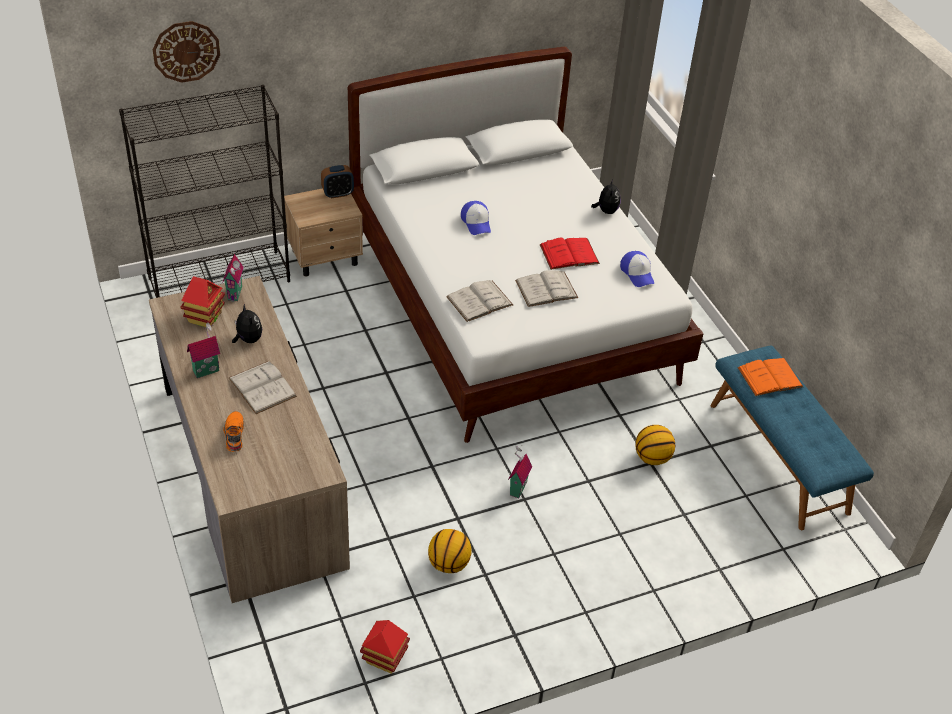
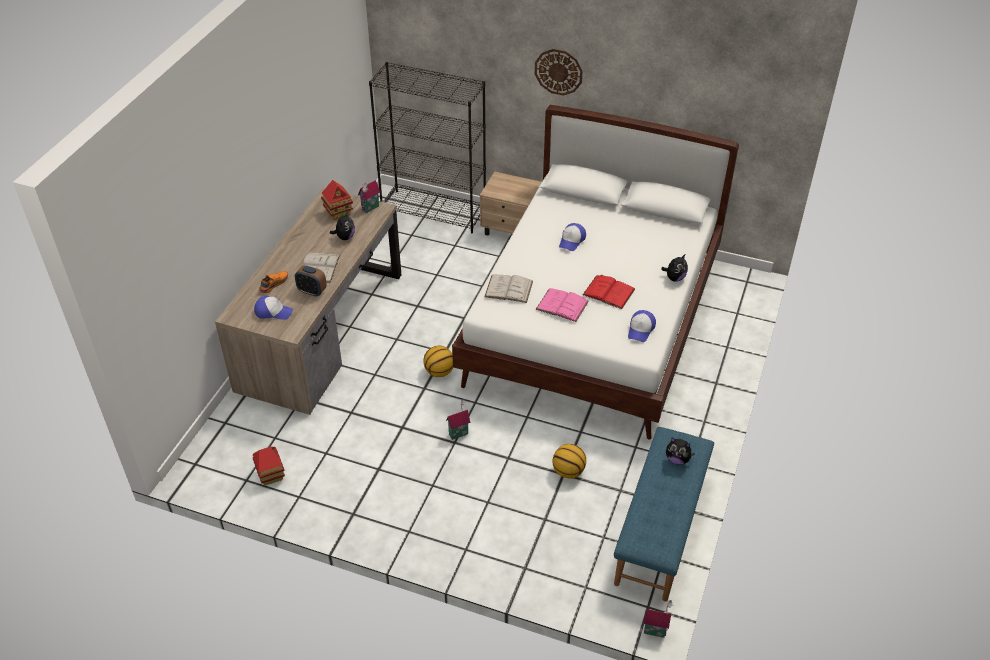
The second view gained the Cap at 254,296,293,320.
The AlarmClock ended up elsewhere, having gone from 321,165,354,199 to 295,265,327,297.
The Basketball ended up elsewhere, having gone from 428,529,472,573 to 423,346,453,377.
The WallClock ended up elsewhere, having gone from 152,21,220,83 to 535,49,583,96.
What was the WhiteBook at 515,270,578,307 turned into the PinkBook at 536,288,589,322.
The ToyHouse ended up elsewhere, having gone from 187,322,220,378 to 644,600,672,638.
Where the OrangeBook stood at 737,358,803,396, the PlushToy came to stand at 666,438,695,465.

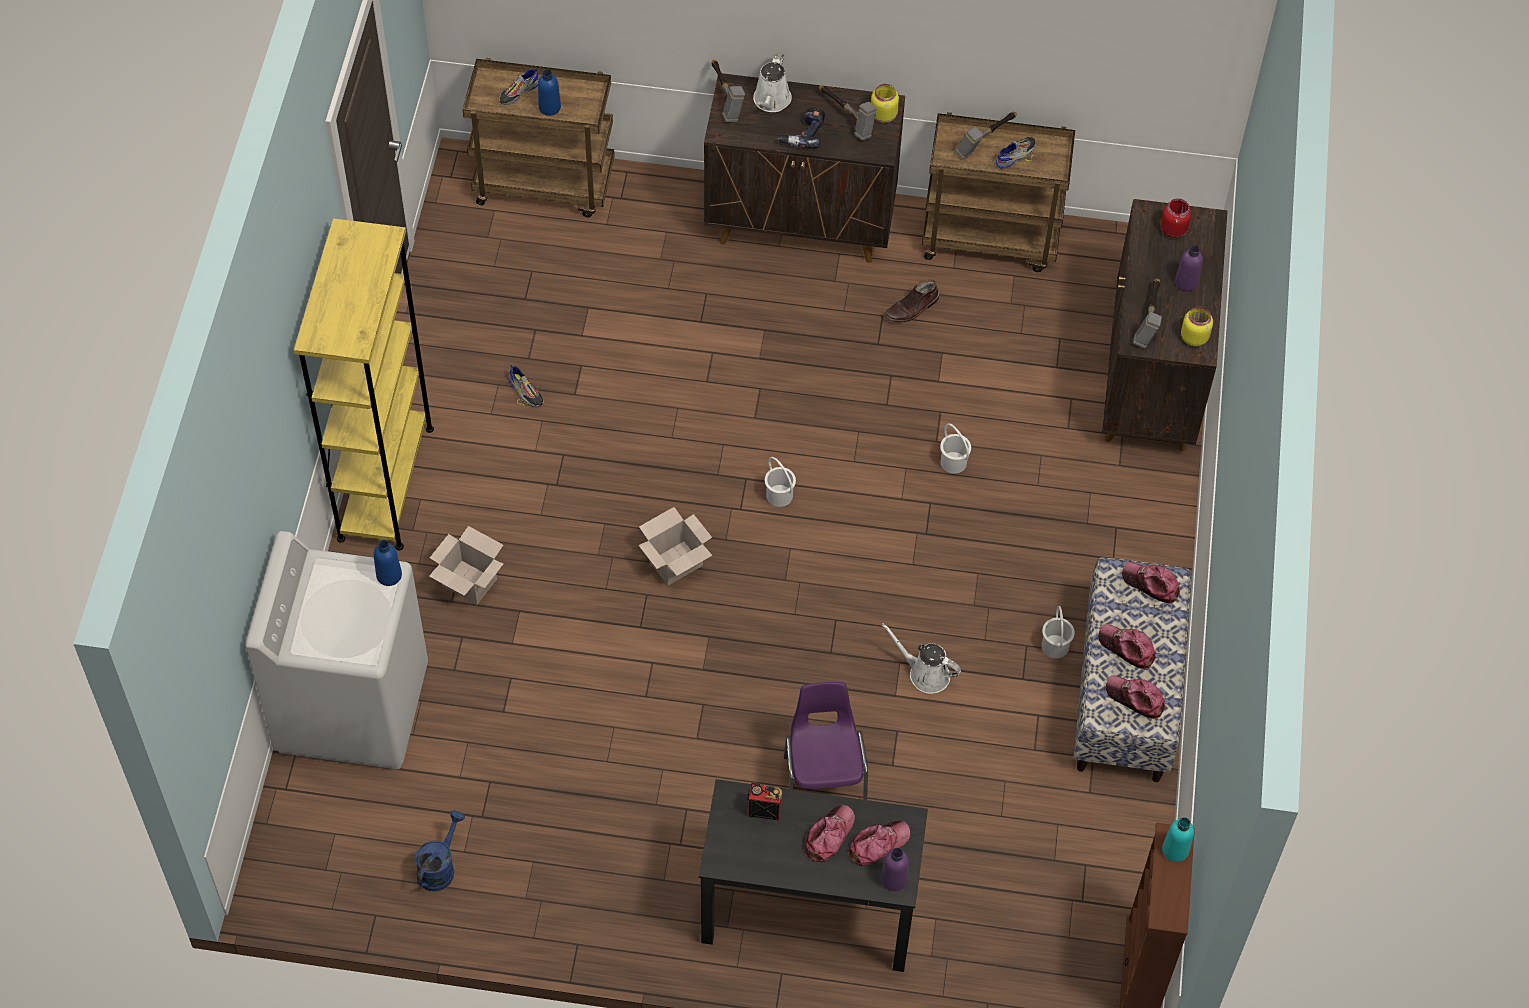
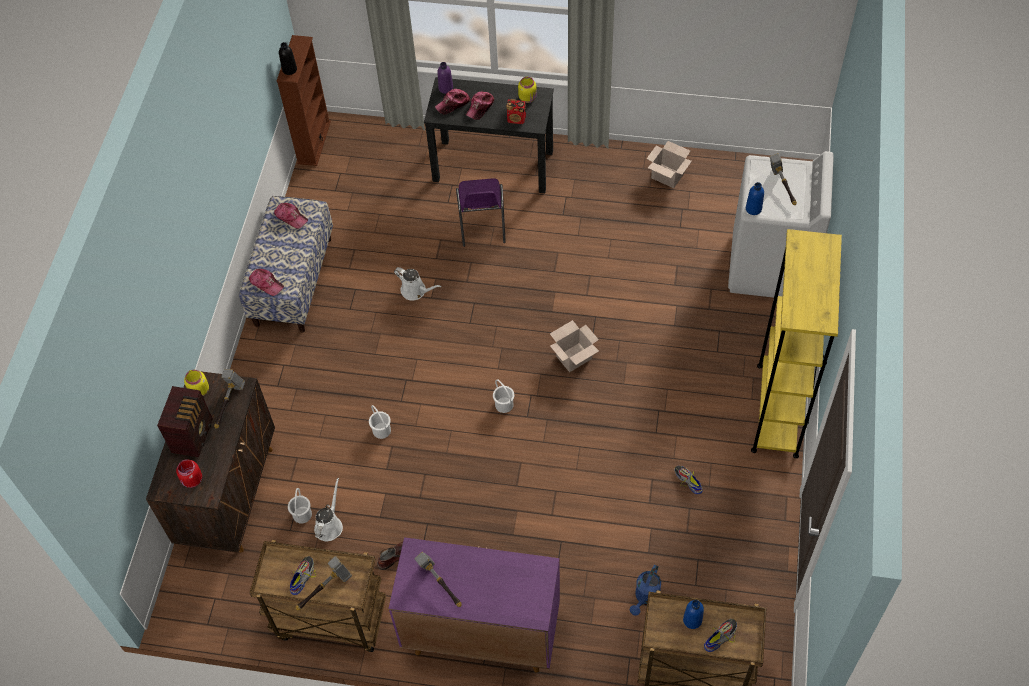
Where the PurpleBottle stood at 1175,245,1203,291, the Radio came to stand at 157,386,213,457.
What was the TurquoiseBottle at 1162,817,1194,862 turned into the BlackBottle at 279,42,297,75.
The WhiteBucket ended up elsewhere, having gone from 1042,606,1075,658 to 288,488,312,524.
The Shoe at 996,137,1036,169 ended up facing another way, 150 degrees clockwise from before.
The WhiteWateringCan ended up elsewhere, having gone from 753,53,792,112 to 314,477,343,541.
What was the BrownCabinet at 704,73,905,263 turned into the PurpleCabinet at 388,537,560,673.
The YellowJar ended up elsewhere, having gone from 871,84,899,123 to 518,77,537,103.
The BlueWateringCan ended up elsewhere, having gone from 415,811,465,891 to 630,565,661,616.
The CardboardBox ended up elsewhere, having gone from 429,526,503,605 to 647,141,692,188.
The Hammer ended up elsewhere, having gone from 711,60,745,122 to 770,153,797,205.
The second view lost the PowerDrill at 778,108,825,149.
The second view lost the Cap at 1098,624,1155,670.

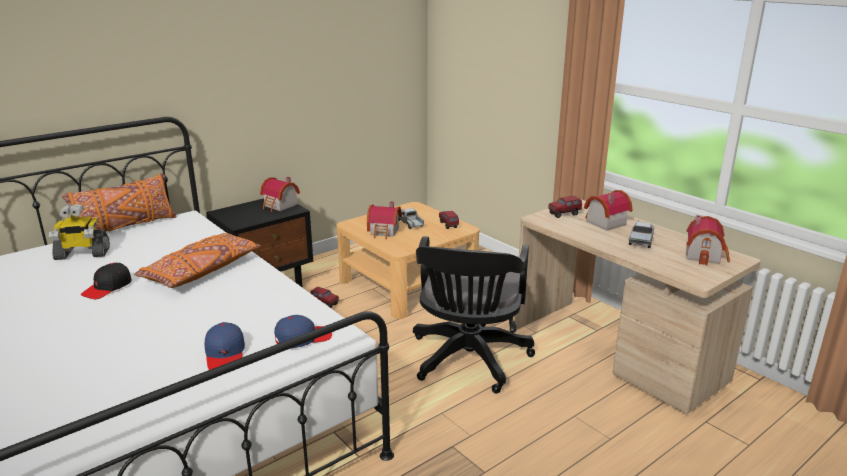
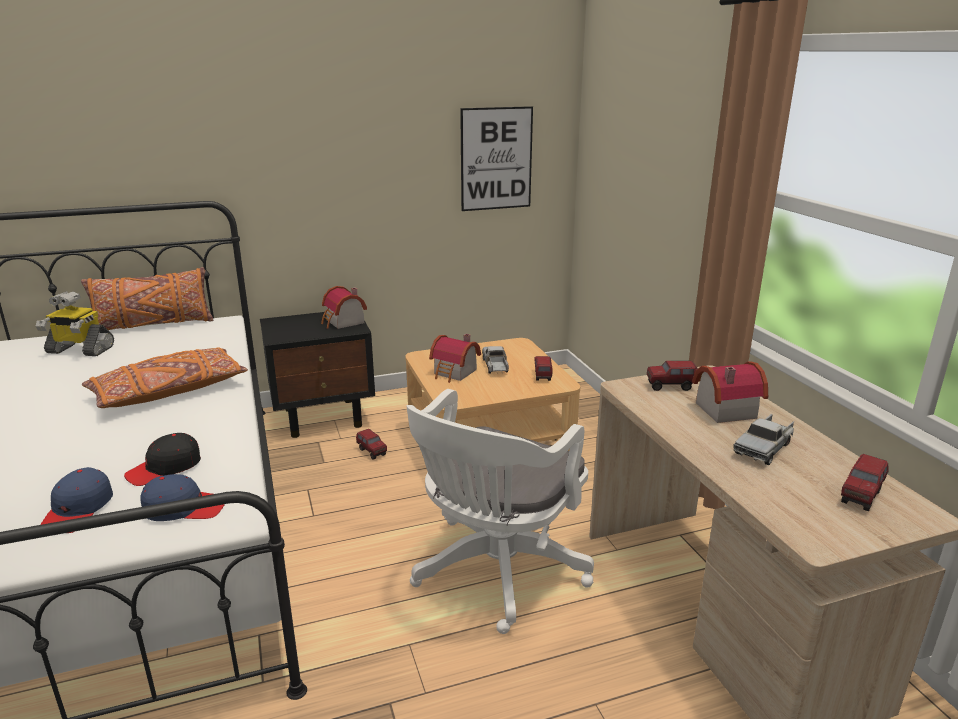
The BlackCap ended up elsewhere, having gone from 81,263,132,299 to 124,433,201,486.
What was the BlackOfficeChair at 413,236,535,394 turned into the WhiteOfficeChair at 406,389,594,634.
The second view gained the Picture at 460,106,533,211.
Where the ToyHouse stood at 686,215,730,265, the ToyTruck came to stand at 841,454,889,511.

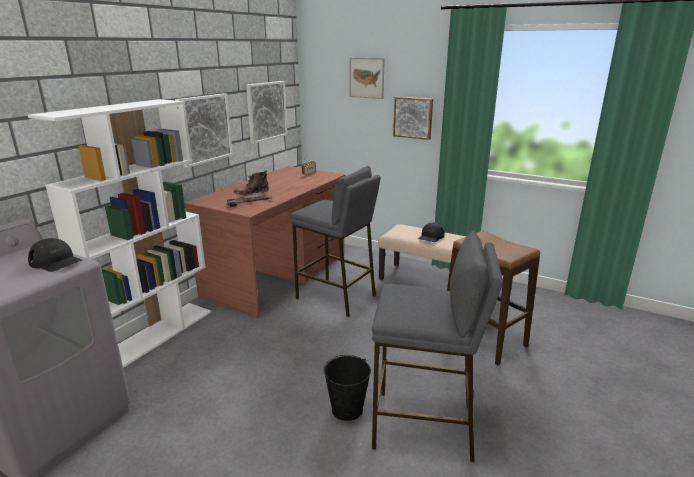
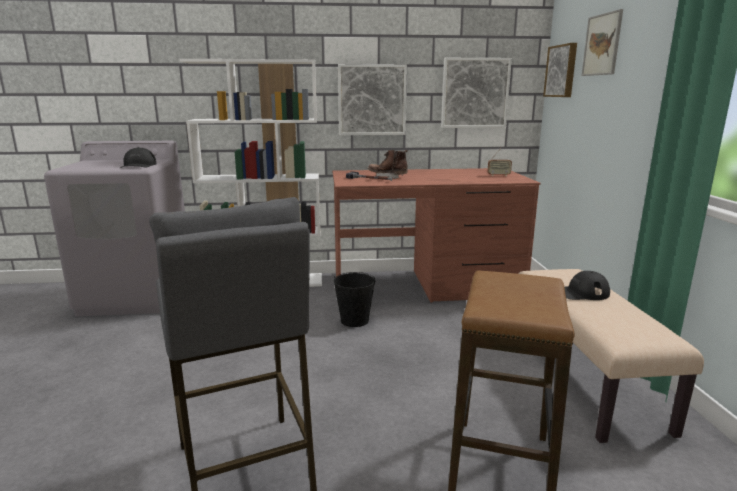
The BlackBucket ended up elsewhere, having gone from 324,355,371,421 to 334,272,376,327.
The Picture ended up elsewhere, having gone from 393,97,433,140 to 543,43,577,97.
The second view lost the GreyStool at 290,166,381,317.

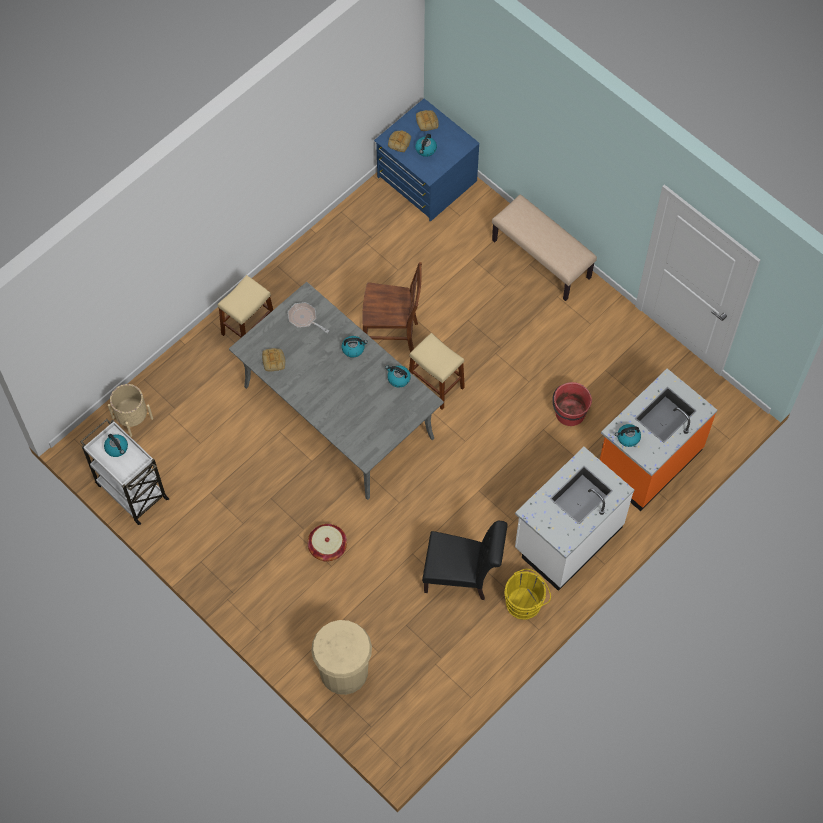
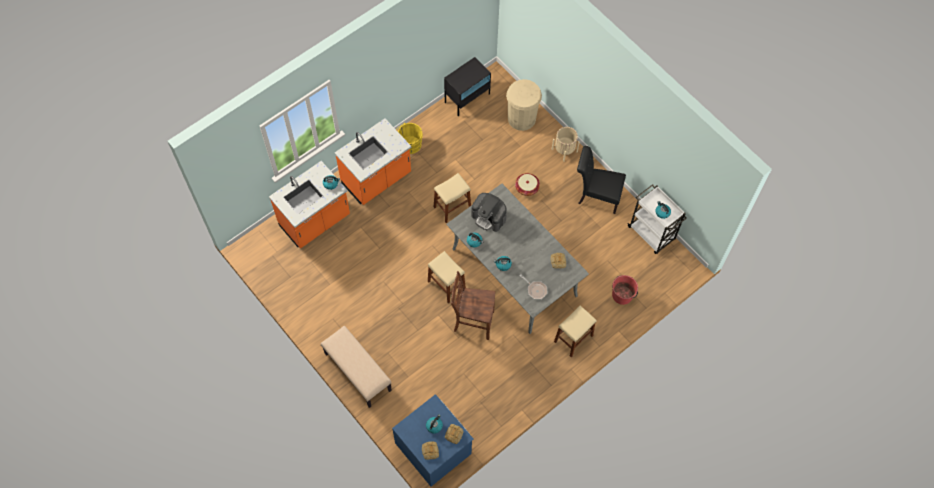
What was the WhiteCounter at 515,447,634,591 turned into the OrangeCounter at 335,118,411,205.
The second view gained the BeigeStool at 434,173,471,223.
The second view gained the BlackNightstand at 444,57,491,116.
The second view gained the CoffeeMachine at 471,193,507,232.
The BeigePlanter ended up elsewhere, having gone from 108,384,153,437 to 552,127,580,162.
The BlackChair ended up elsewhere, having gone from 422,521,507,600 to 577,146,626,214.
The RedBucket ended up elsewhere, having gone from 552,382,592,426 to 612,275,638,305.

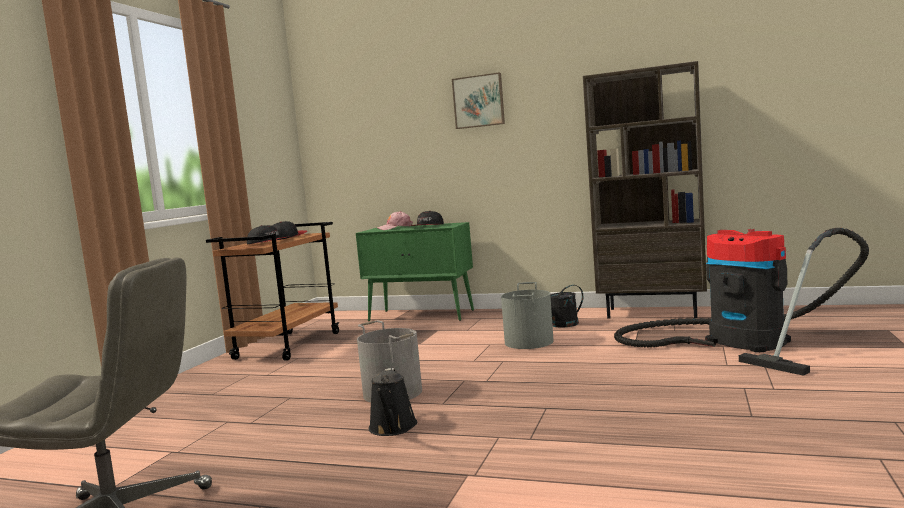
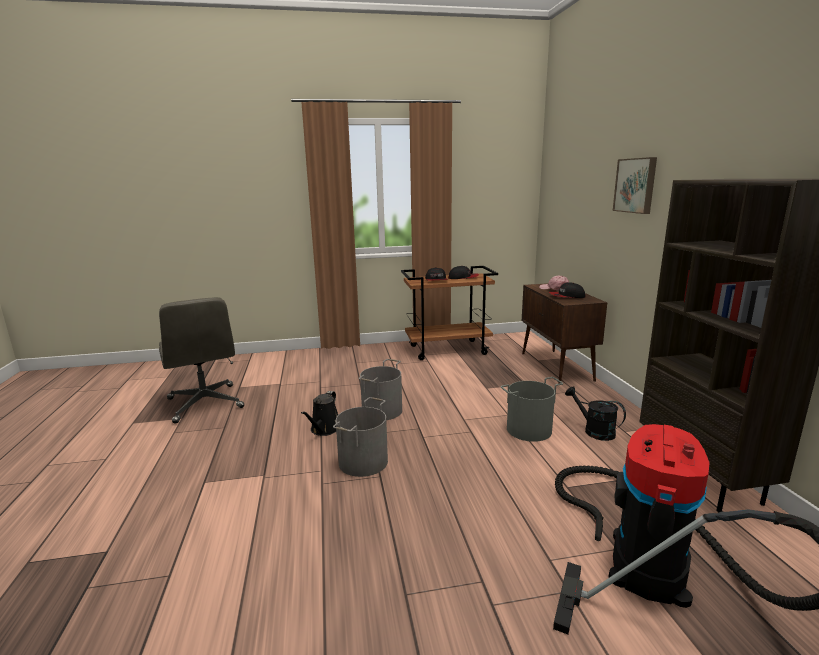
The BlackWateringCan at 369,368,417,436 ended up facing another way, 45 degrees counterclockwise from before.
The second view gained the GreyBucket at 333,397,388,477.
What was the GreenCabinet at 356,222,474,321 turned into the BrownCabinet at 522,283,607,384.

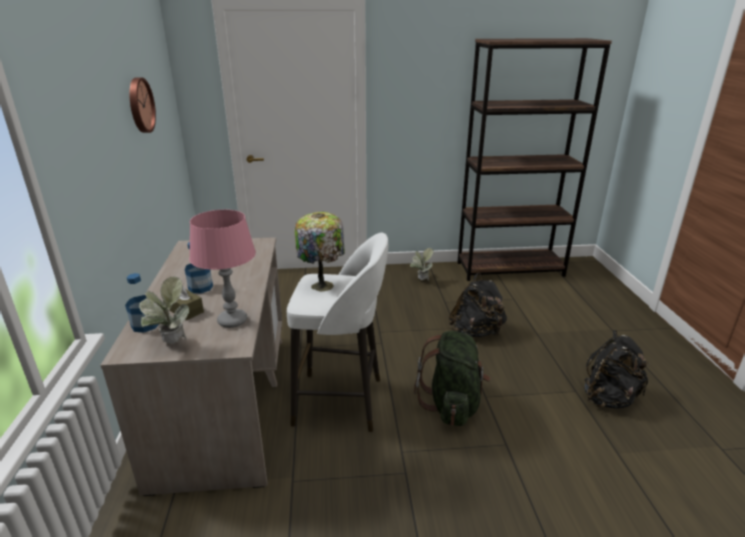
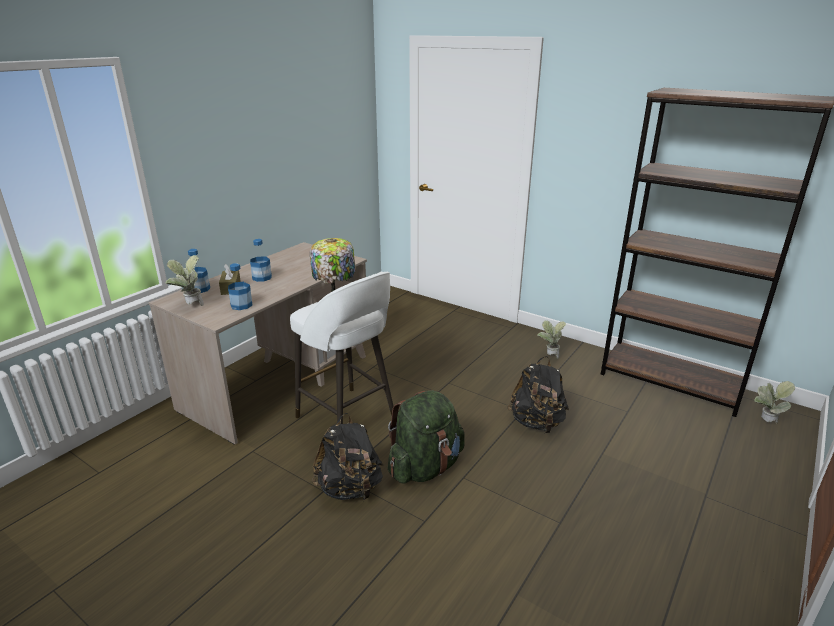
Where the PinkTableLamp stood at 189,210,256,328, the Bottle came to stand at 228,263,252,310.
The BlackBackpack ended up elsewhere, having gone from 584,330,650,409 to 312,413,383,501.
The second view gained the PottedPlant at 754,381,795,423.
The second view lost the WallClock at 129,77,156,133.

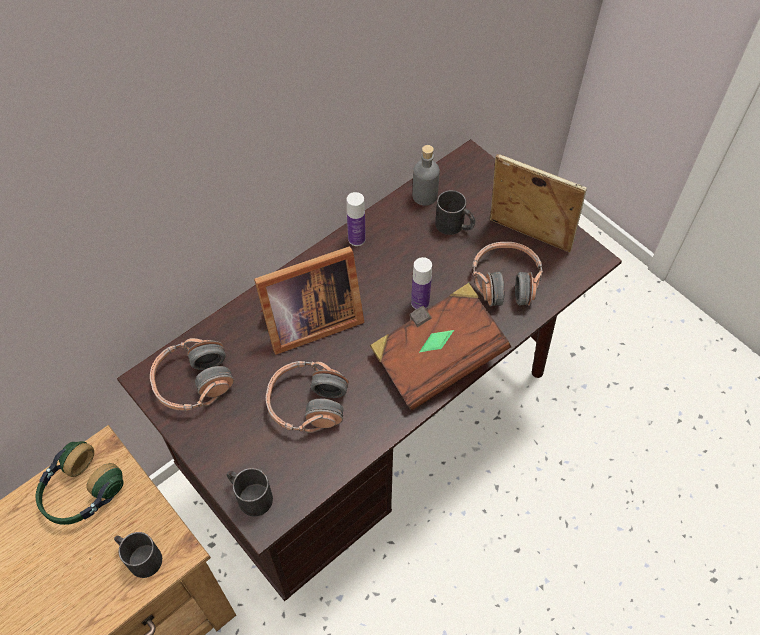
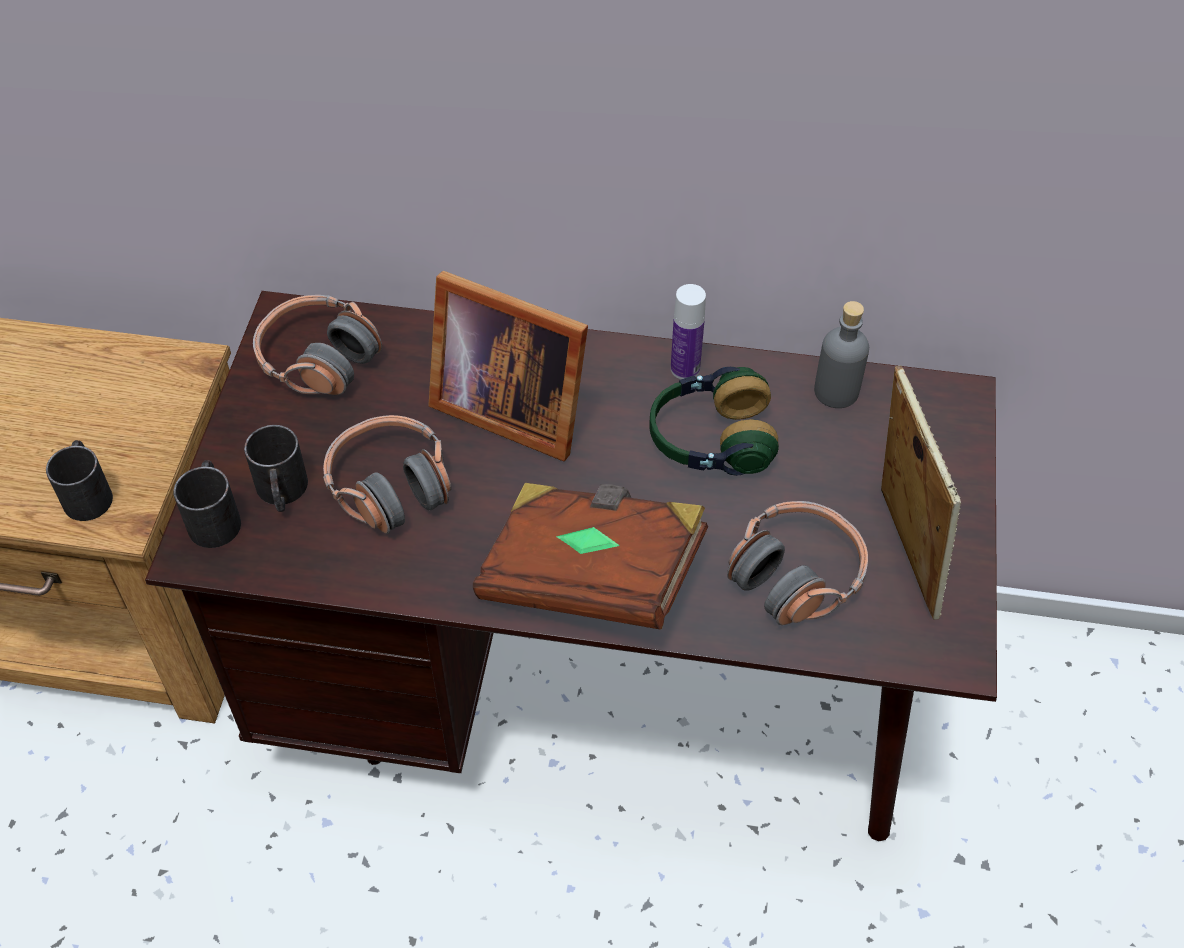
The BlackMug ended up elsewhere, having gone from 435,190,475,235 to 244,425,308,512.
The Headphones ended up elsewhere, having gone from 36,441,123,525 to 649,367,779,476.
The second view lost the Bottle at 411,257,432,309.

